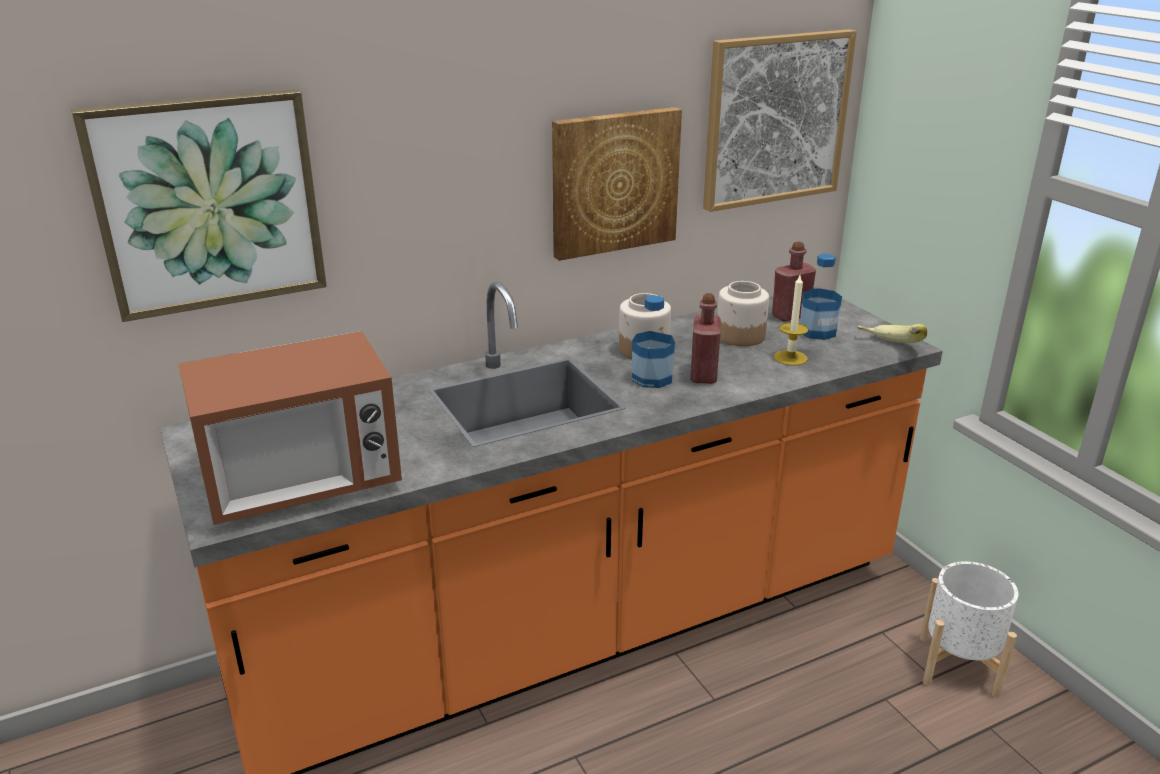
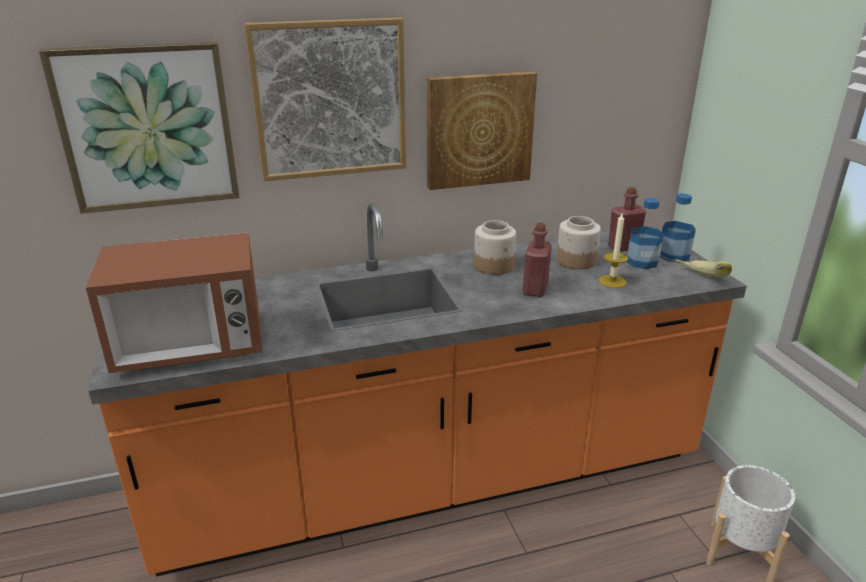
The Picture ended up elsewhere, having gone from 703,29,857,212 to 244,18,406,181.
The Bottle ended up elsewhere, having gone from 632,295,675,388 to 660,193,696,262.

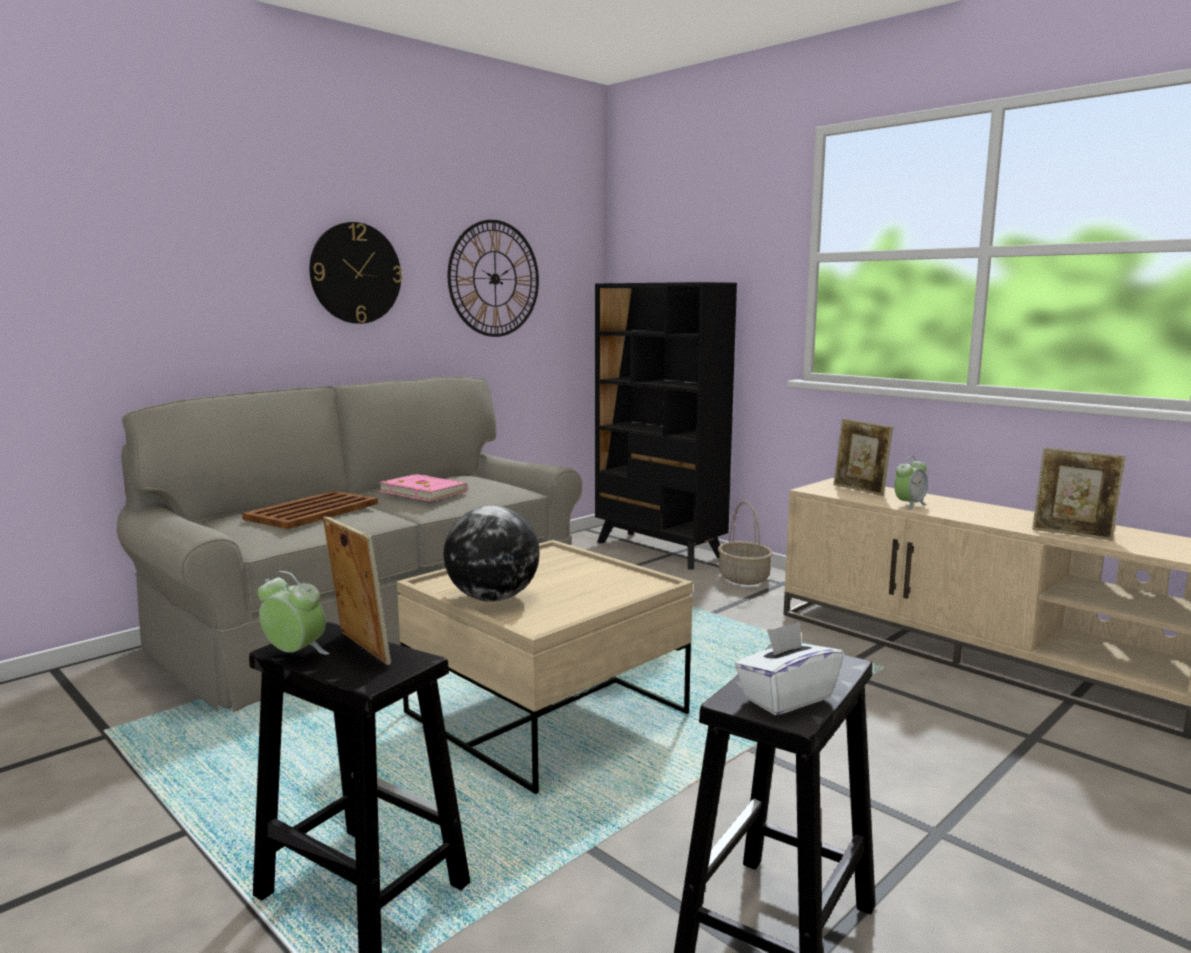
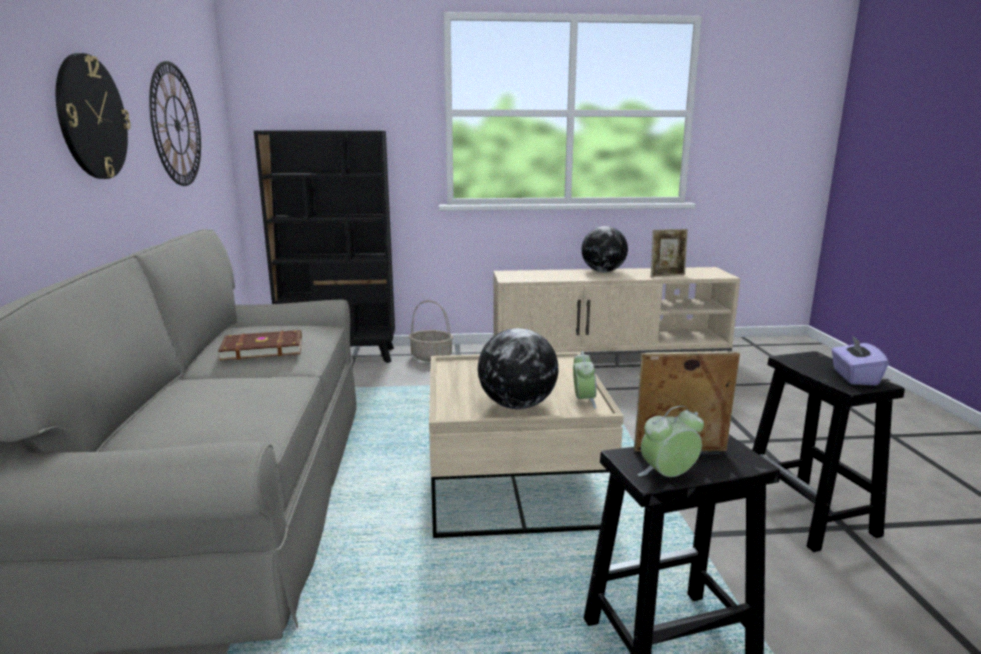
What was the PinkBook at 379,474,468,501 turned into the BrownBook at 218,330,302,361.
The AlarmClock ended up elsewhere, having gone from 894,456,928,510 to 573,351,597,408.
The second view gained the Globe at 582,226,628,272.
What was the WhiteTissueBox at 735,622,844,715 turned into the PurpleTissueBox at 831,335,889,385.
The second view lost the BrownTray at 242,491,378,529.
The second view lost the PictureFrame at 834,419,893,496.

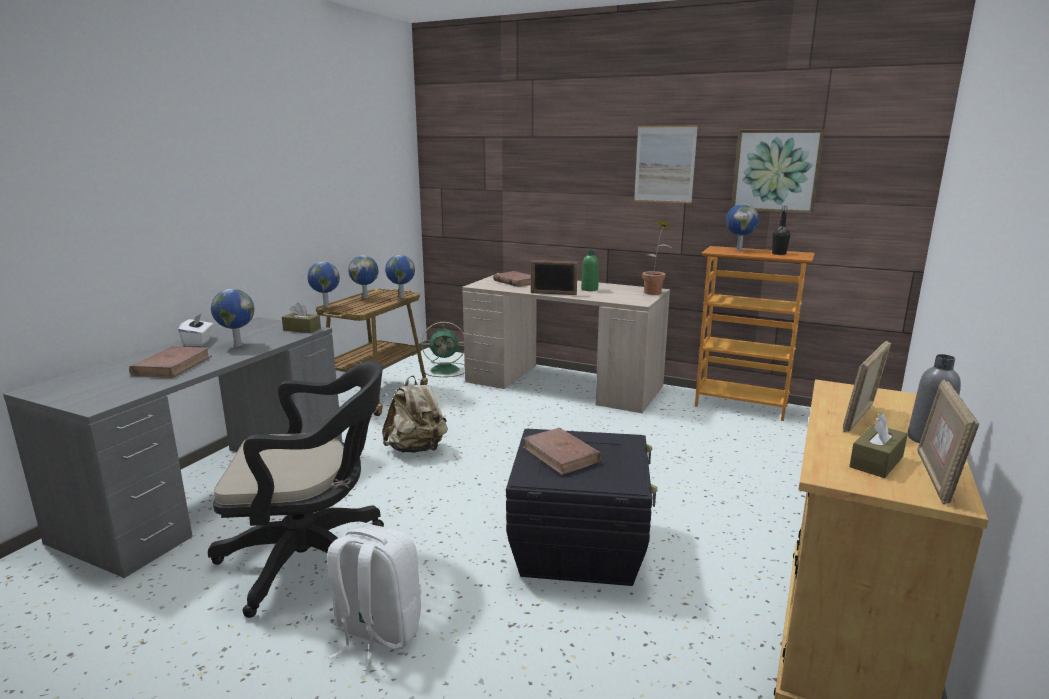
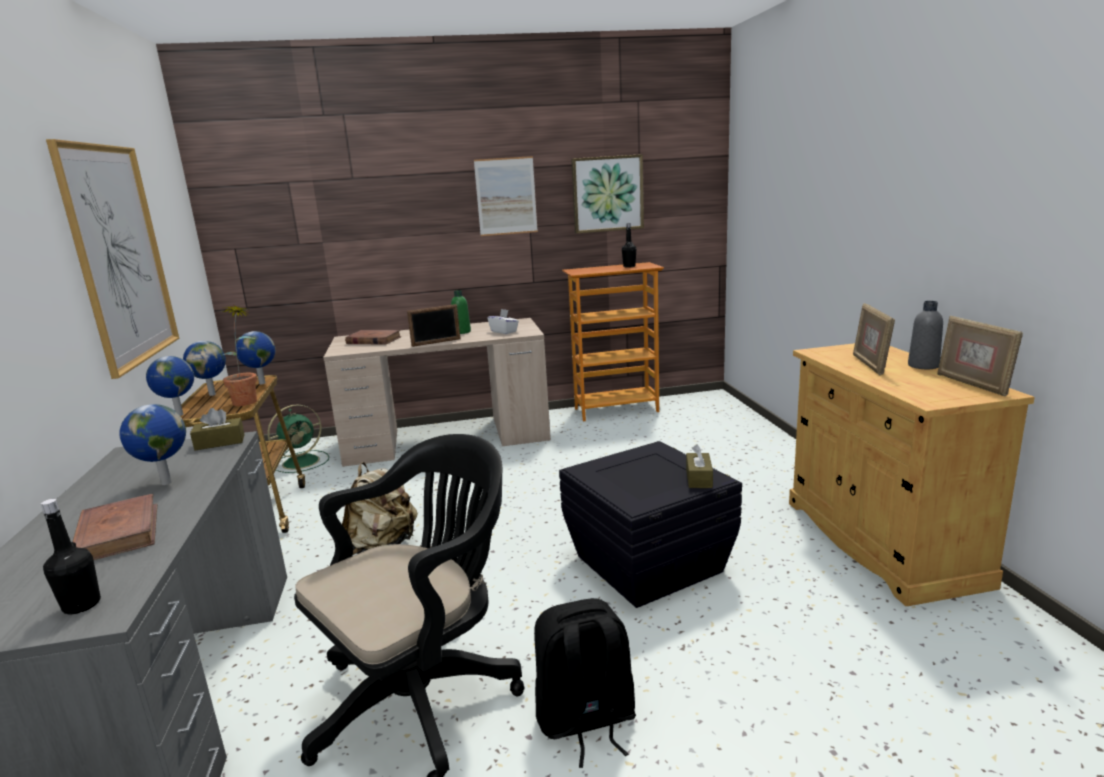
The second view gained the BlackBottle at 41,499,101,614.
The second view gained the Picture at 46,139,180,379.
The PottedPlant ended up elsewhere, having gone from 642,220,672,295 to 218,304,257,406.
The WhiteTissueBox ended up elsewhere, having gone from 178,314,213,346 to 487,309,519,334.
What was the WhiteBackpack at 327,524,421,671 turned into the BlackBackpack at 534,598,636,768.
The BrownTissueBox ended up elsewhere, having gone from 849,413,908,478 to 686,444,713,488.
The second view lost the BrownBook at 523,428,601,475.
The second view lost the Globe at 726,204,759,251.

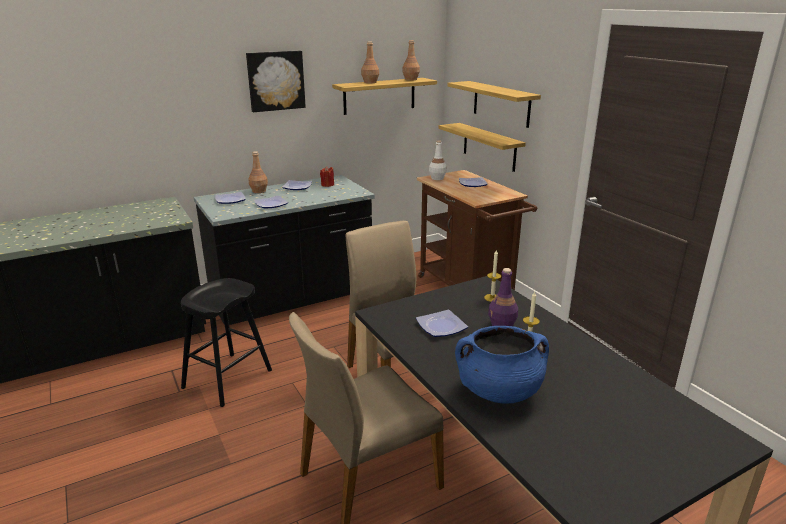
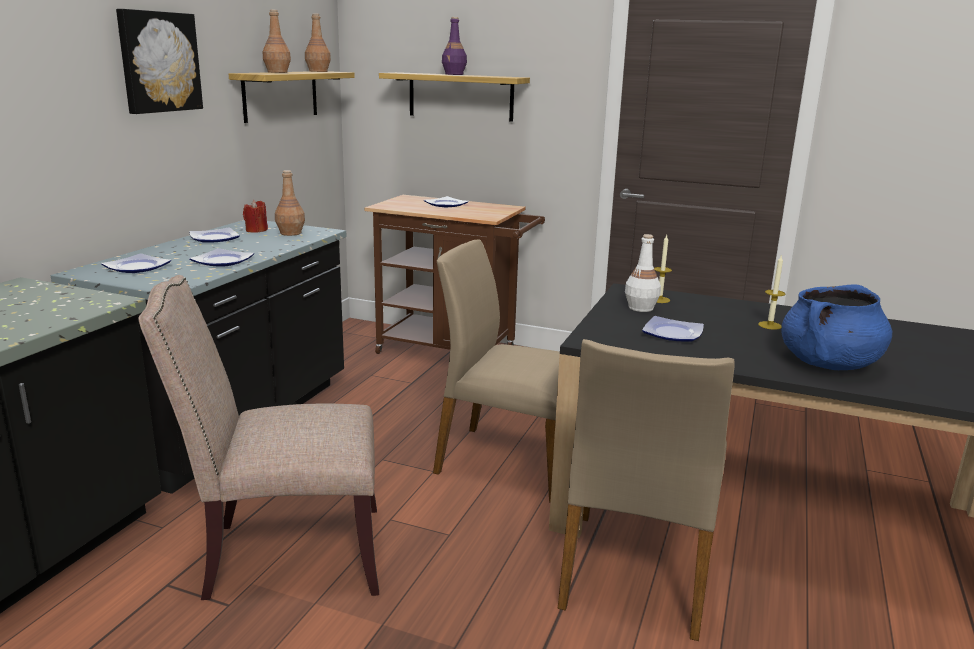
Where the BlackStool stood at 181,278,272,407, the BeigeChair came to stand at 138,275,379,600.
The BrownBottle ended up elsewhere, having gone from 248,151,268,193 to 275,170,305,236.
The PurpleBottle ended up elsewhere, having gone from 488,268,518,326 to 442,17,467,75.
The WhiteBottle ended up elsewhere, having gone from 429,140,447,180 to 625,234,661,312.
The second view lost the Shelf at 438,123,526,172.

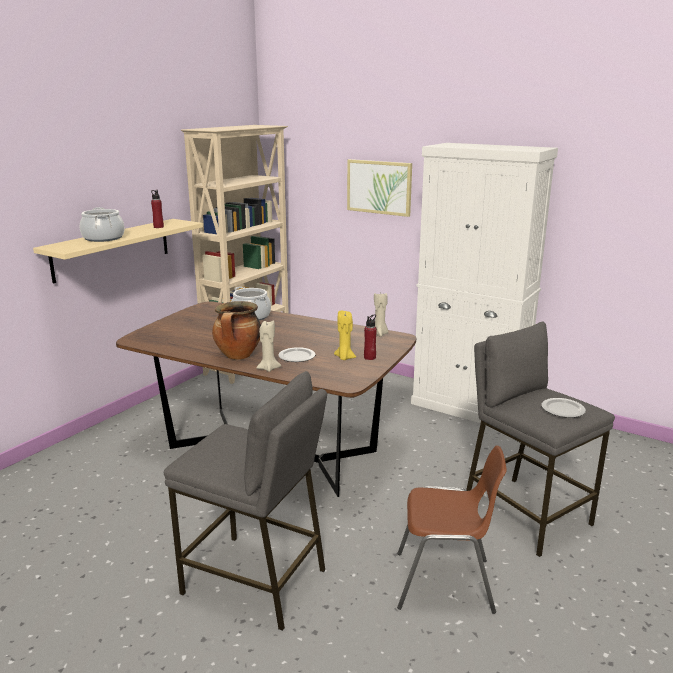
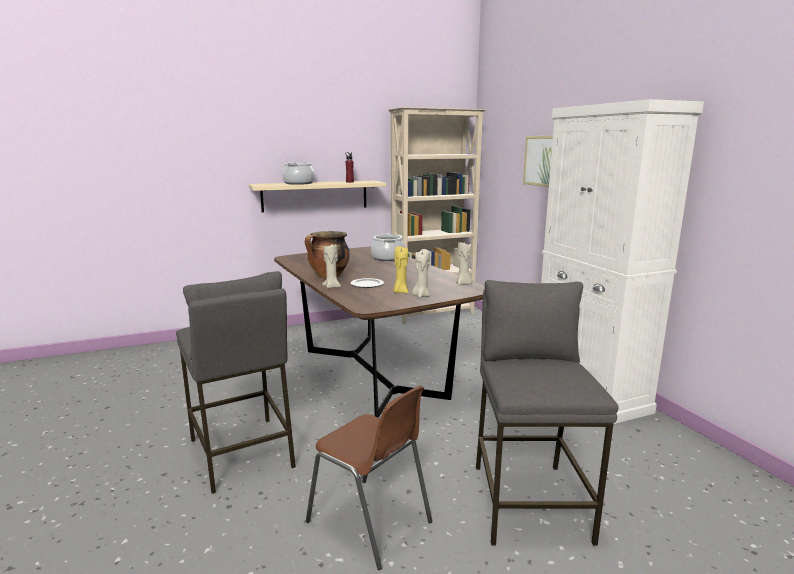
Where the RedBottle stood at 364,314,377,360, the BeigeCandle came to stand at 412,249,430,298.
The second view lost the Plate at 542,398,586,418.

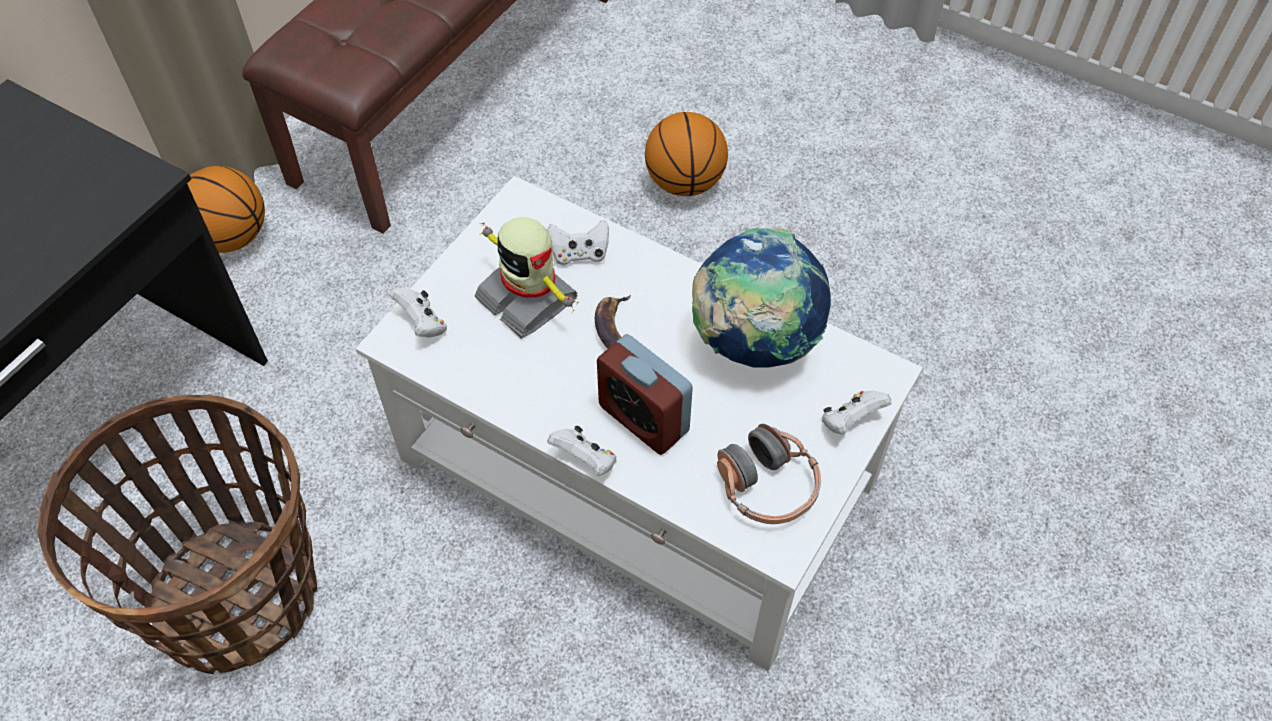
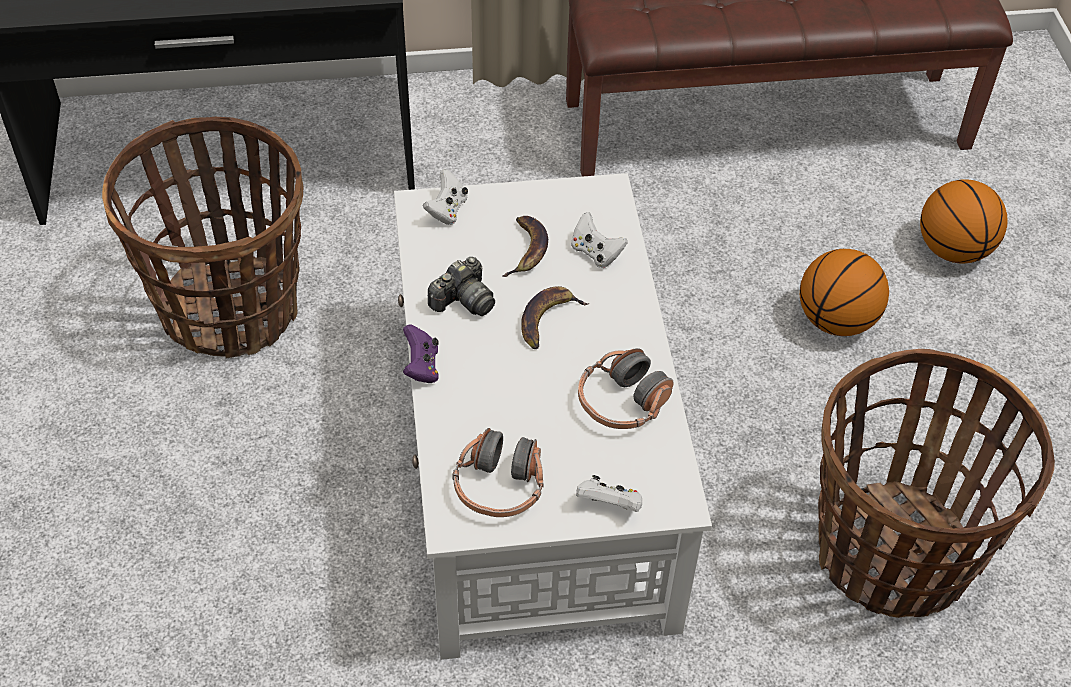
What was the WhiteGameController at 547,426,616,476 turned into the PurpleGameController at 403,325,439,383.
The second view gained the PhotoCamera at 428,257,495,316.
Where the ToyRobot stood at 475,217,578,339, the Banana came to stand at 502,216,548,277.
Where the Globe stood at 692,228,831,367, the Headphones came to stand at 578,348,674,429.
The second view gained the Basket at 818,349,1055,618.
The Basketball ended up elsewhere, having gone from 187,166,265,253 to 920,179,1007,264.
The second view lost the AlarmClock at 597,334,693,455.

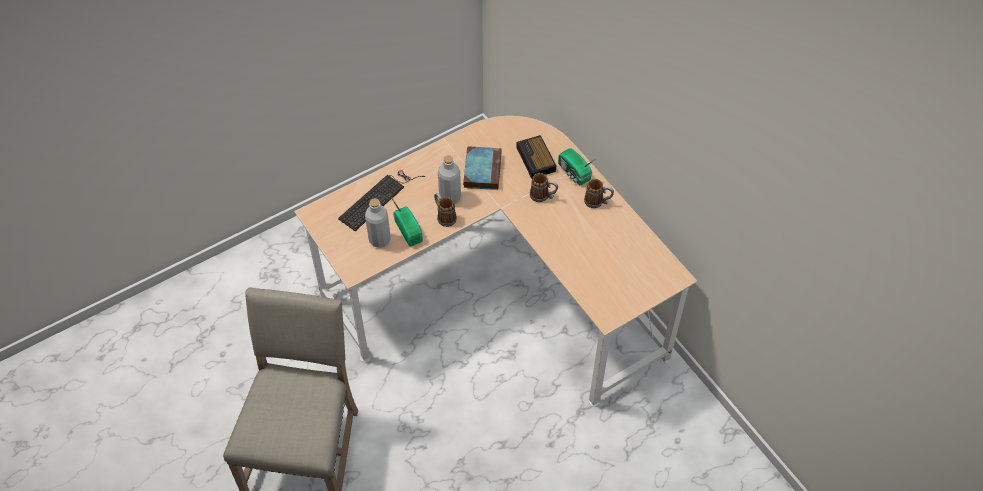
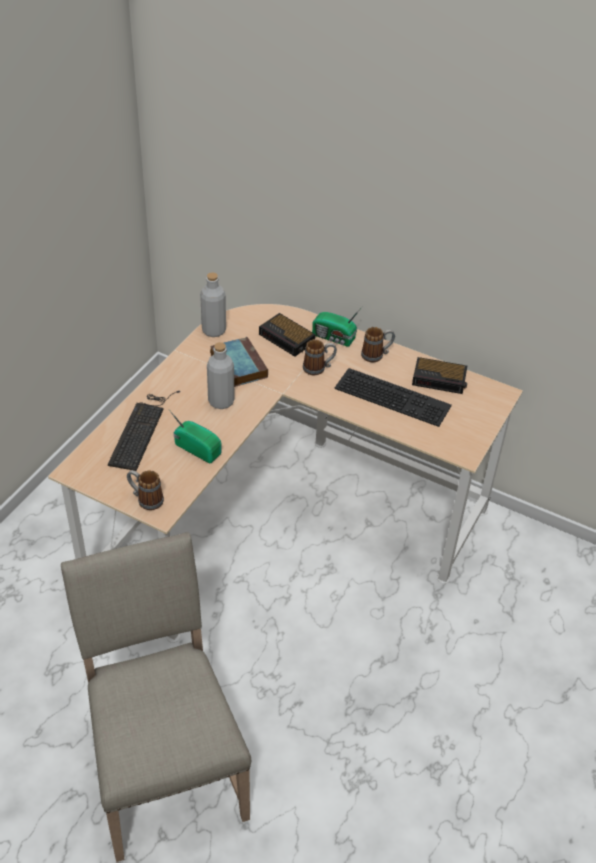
The Mug ended up elsewhere, having gone from 434,193,457,227 to 127,470,164,510.
The GreyBottle ended up elsewhere, having gone from 365,198,391,248 to 200,272,226,337.
The second view gained the Keyboard at 334,368,452,427.
The second view gained the AlarmClock at 412,357,467,394.

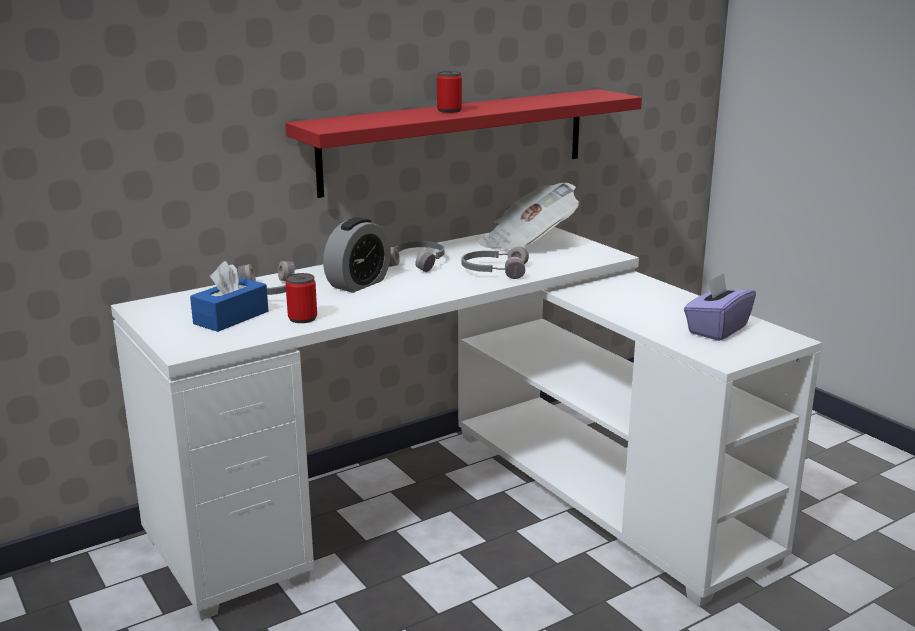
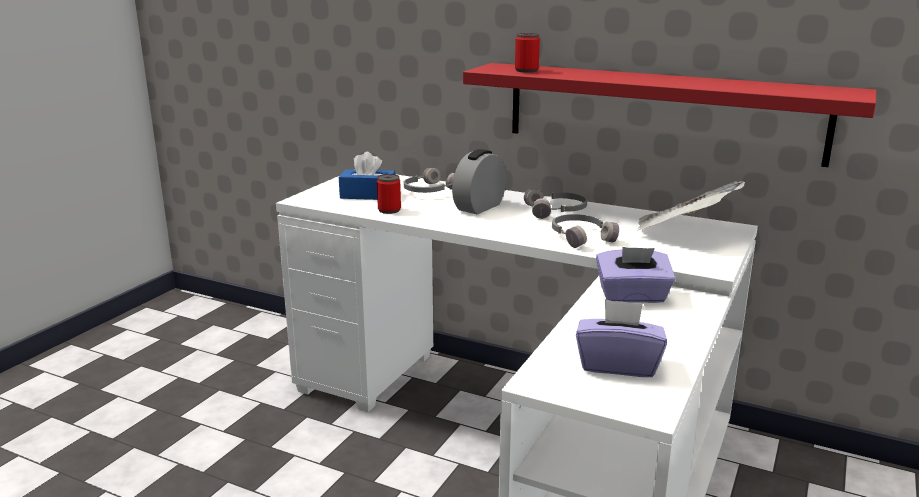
The AlarmClock at 323,217,391,293 ended up facing another way, 120 degrees clockwise from before.
The Can ended up elsewhere, having gone from 437,71,462,113 to 515,33,540,73.
The second view gained the PurpleTissueBox at 596,247,675,303.

